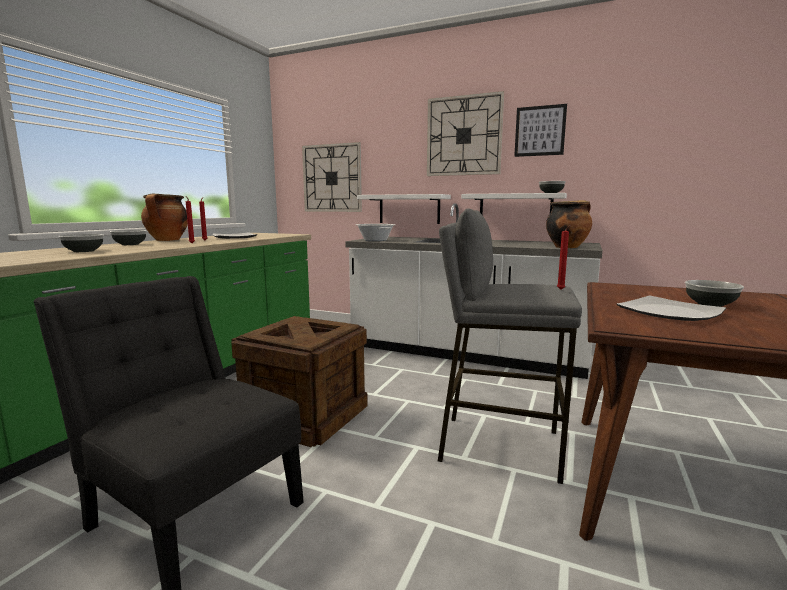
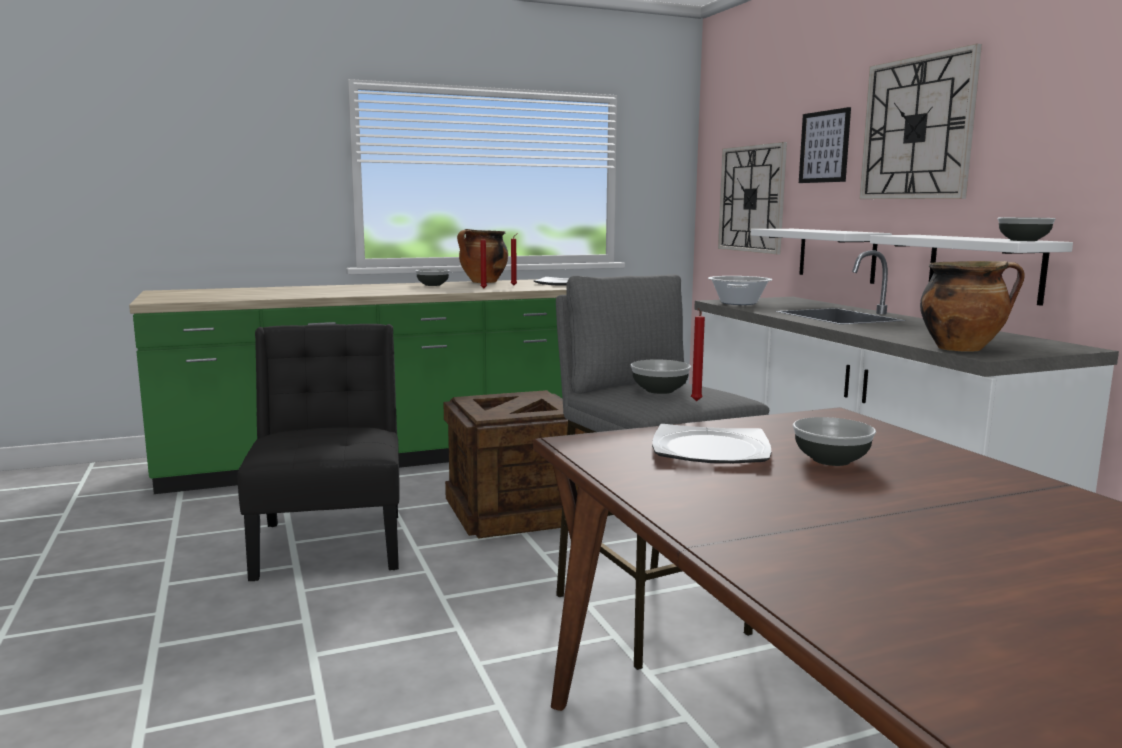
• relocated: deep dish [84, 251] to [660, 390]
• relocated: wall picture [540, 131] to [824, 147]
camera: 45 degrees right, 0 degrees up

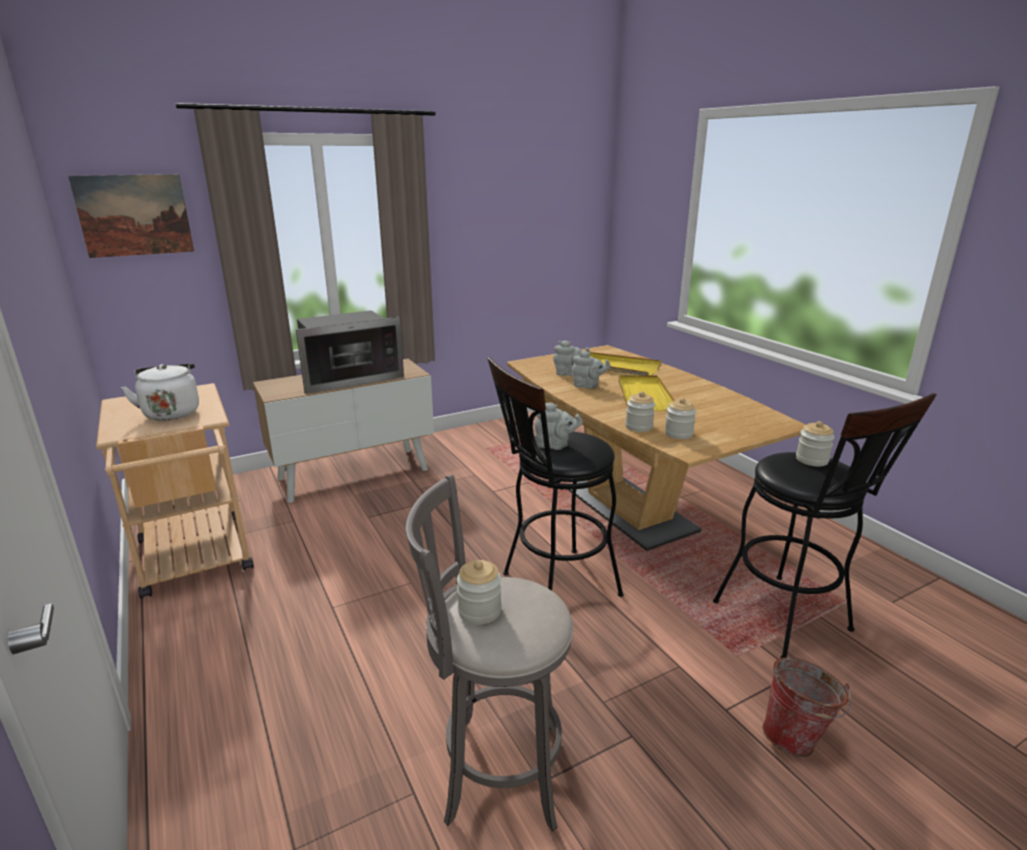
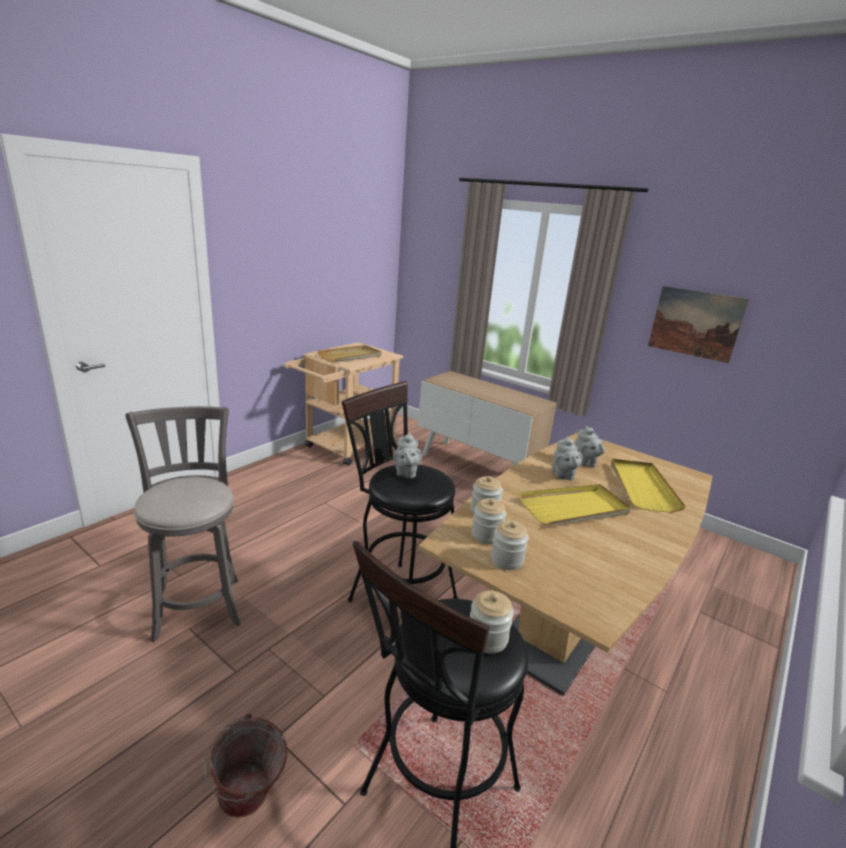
• missing: kitchen microwave [349, 377]
• relocated: wall picture [134, 215] to [695, 323]
• relocated: jar [479, 611] to [507, 560]
• exchanged: tea kettle (whitish) [171, 412] to tray (beige-coloured) [350, 356]
camera: 65 degrees right, 0 degrees up

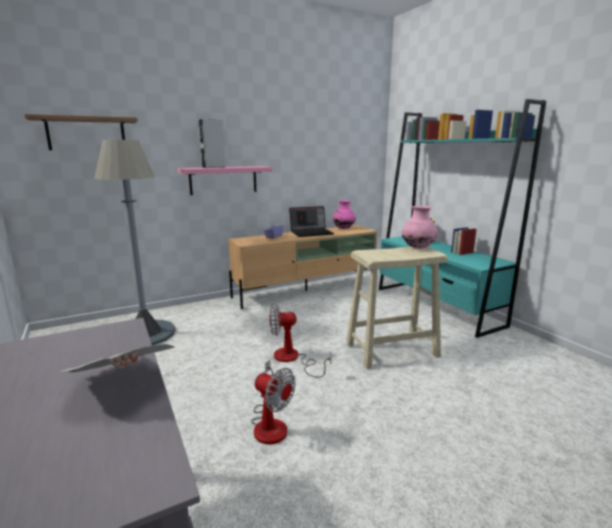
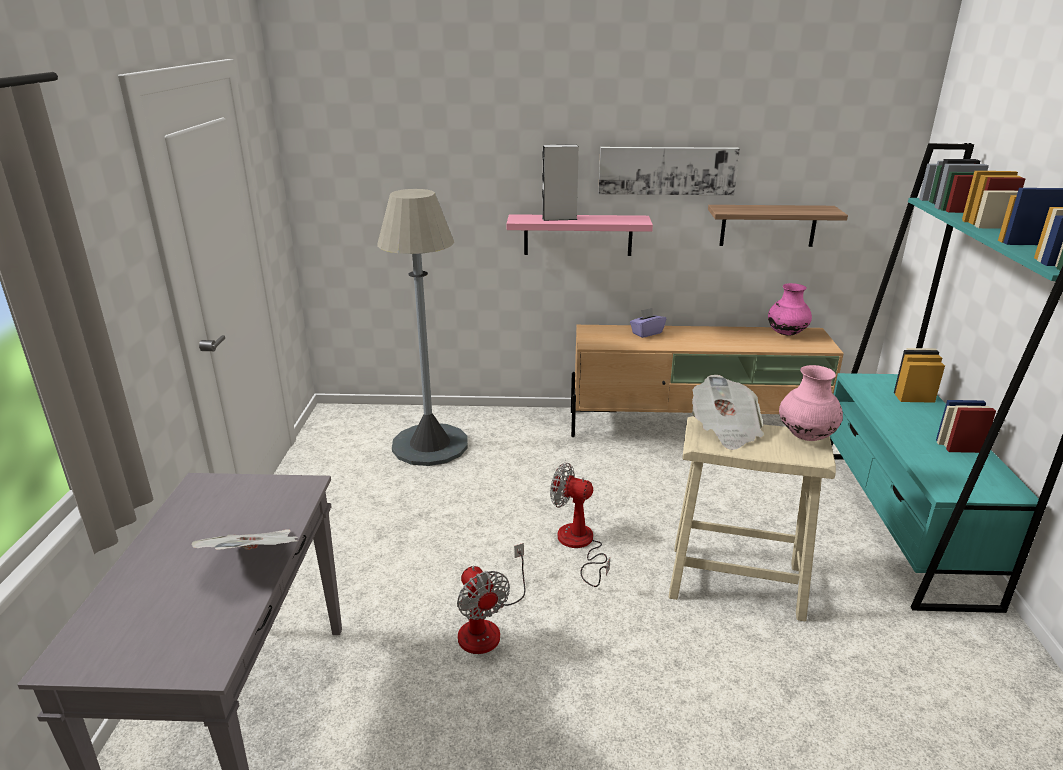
• missing: notebook computer [311, 233]
• appeared: wall picture [667, 170]
• appeared: newspaper [725, 430]
• relocated: shelf [86, 134] to [768, 225]
camera: 30 degrees right, 10 degrees up

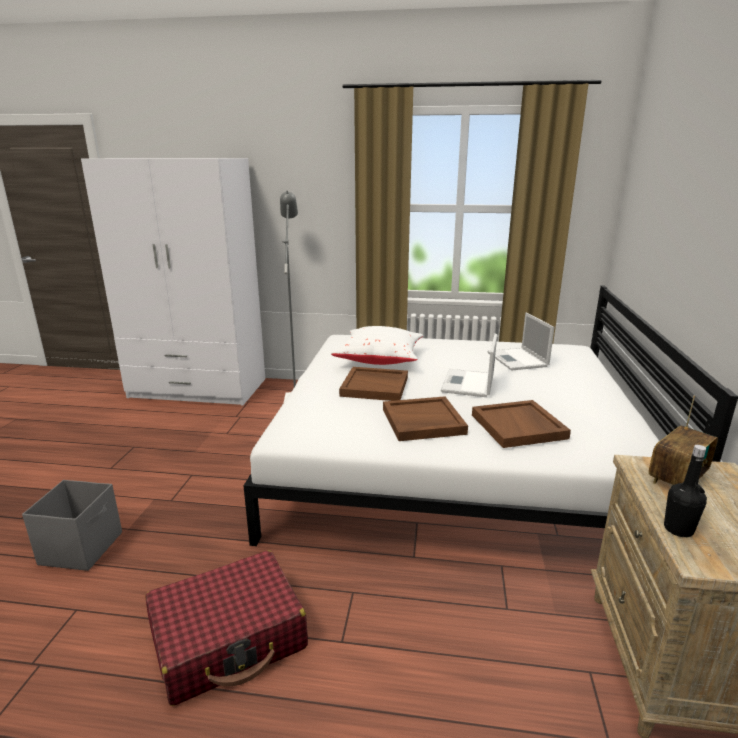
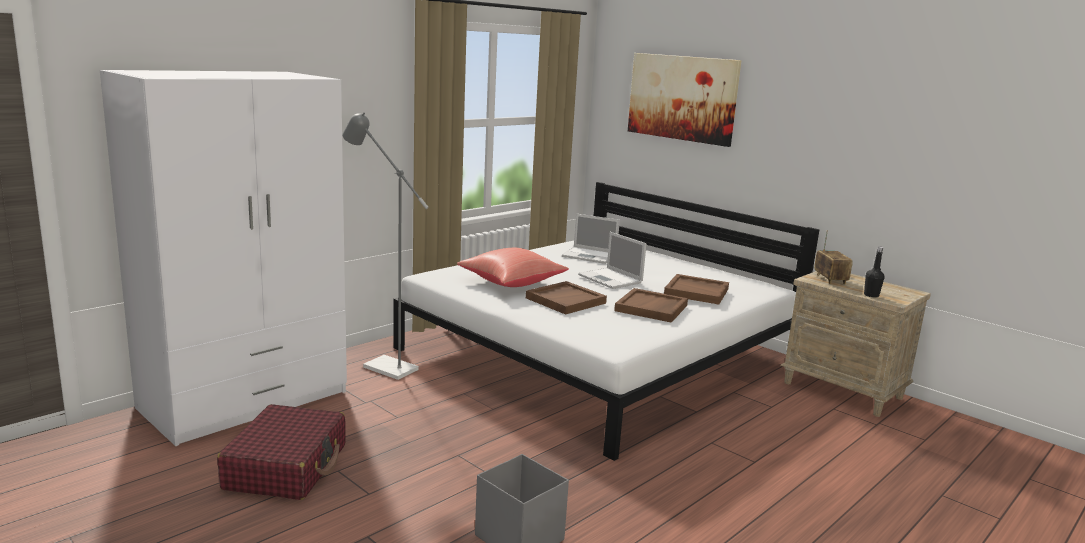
• appeared: wall picture [682, 98]
• relocated: suitcase (red) [229, 638] to [287, 467]
• colour: throw pillow (whitish) [380, 360] to throw pillow (red) [511, 283]
camera: 55 degrees left, 5 degrees down

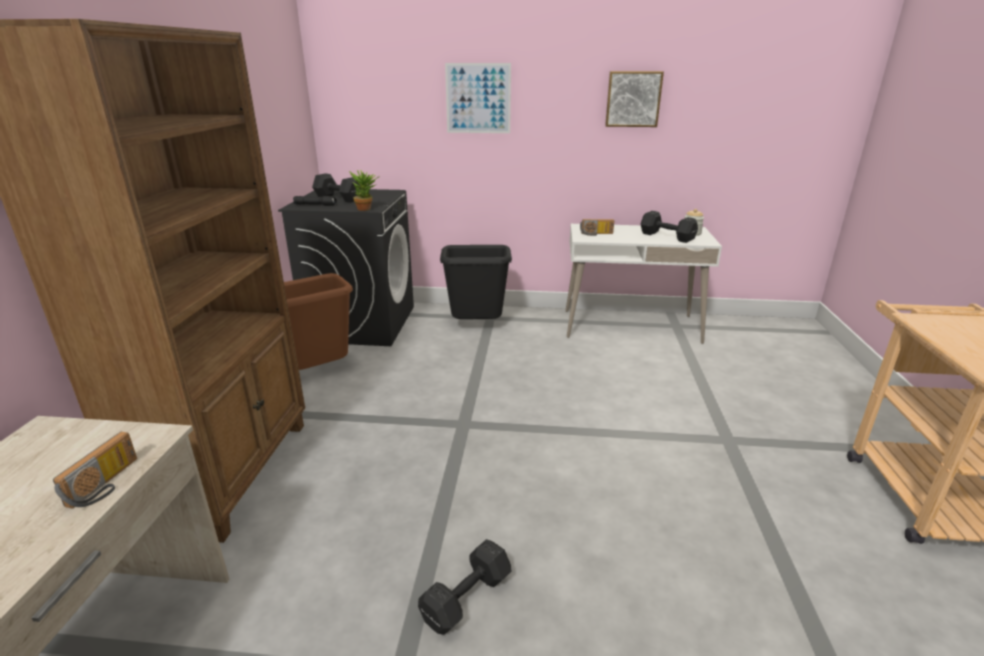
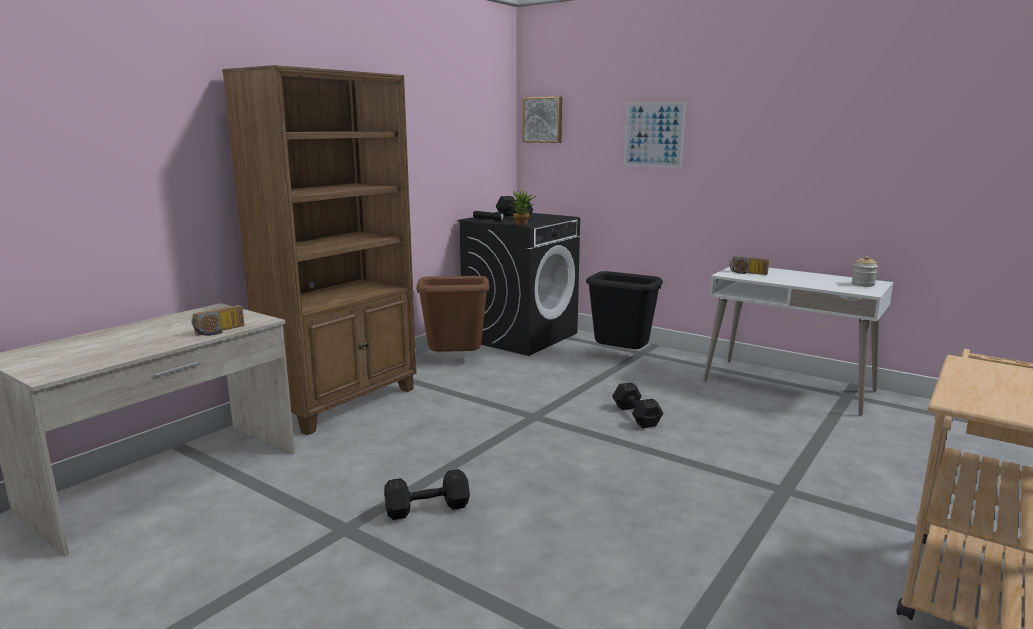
• relocated: wall picture [633, 99] to [543, 120]
• relocated: hand weight (black-coloured) [666, 236] to [636, 415]
camera: 30 degrees right, 10 degrees down

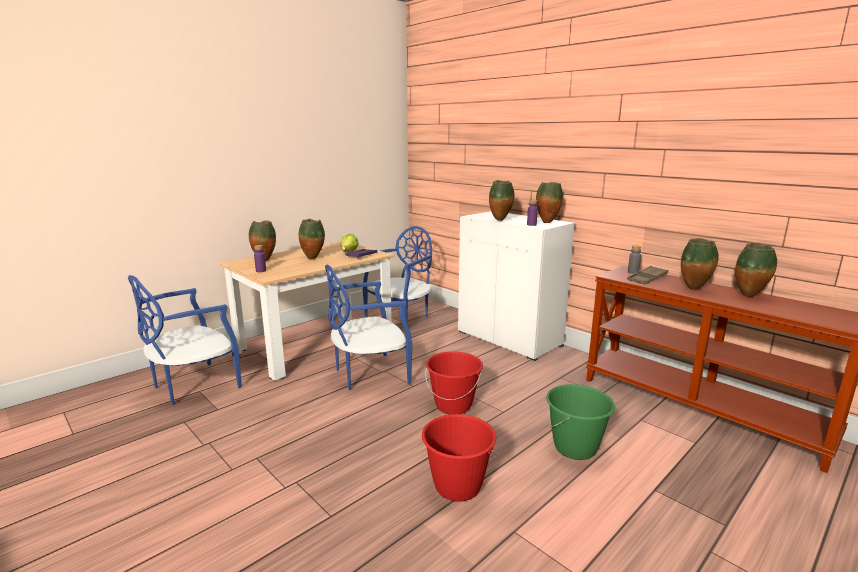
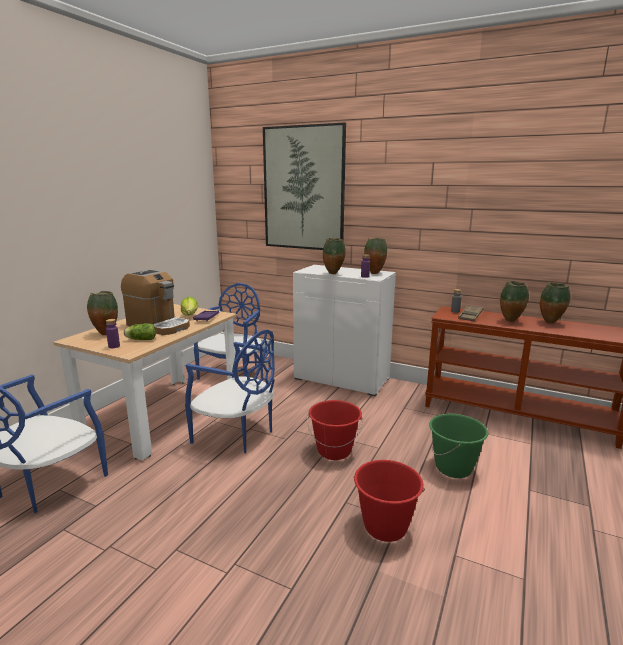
• appeared: lettuce [140, 339]
• appeared: wall picture [303, 189]
• exchanged: decorative vase [313, 258] to coffee machine [158, 326]
• spun: plain chair (blue) [369, 374] = [237, 434] 105 degrees counterclockwise
camera: 20 degrees left, 0 degrees up

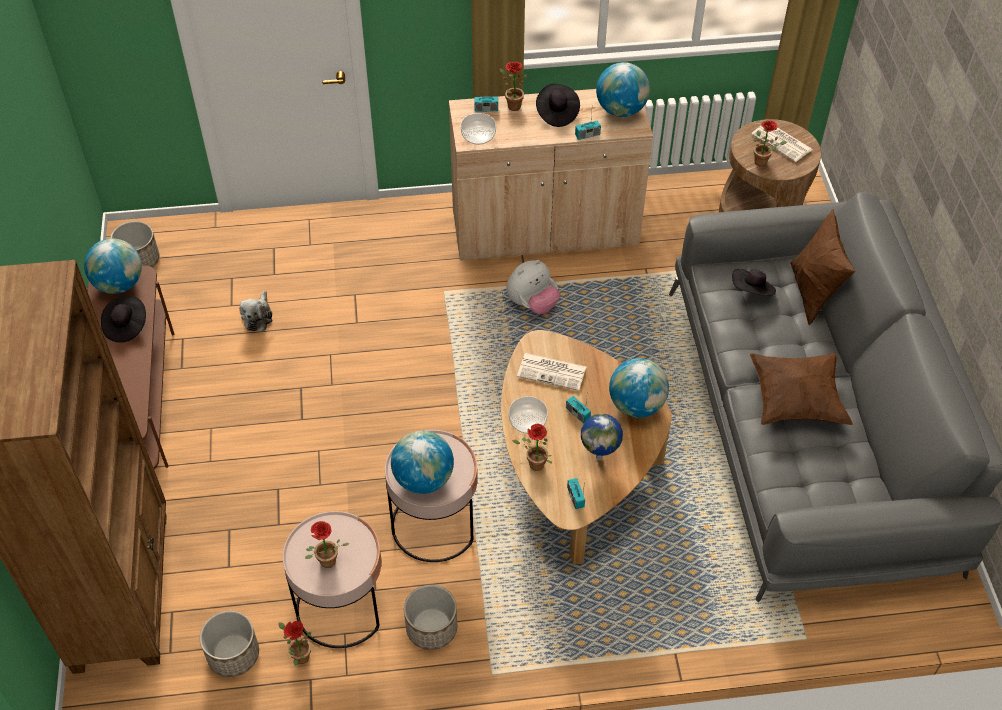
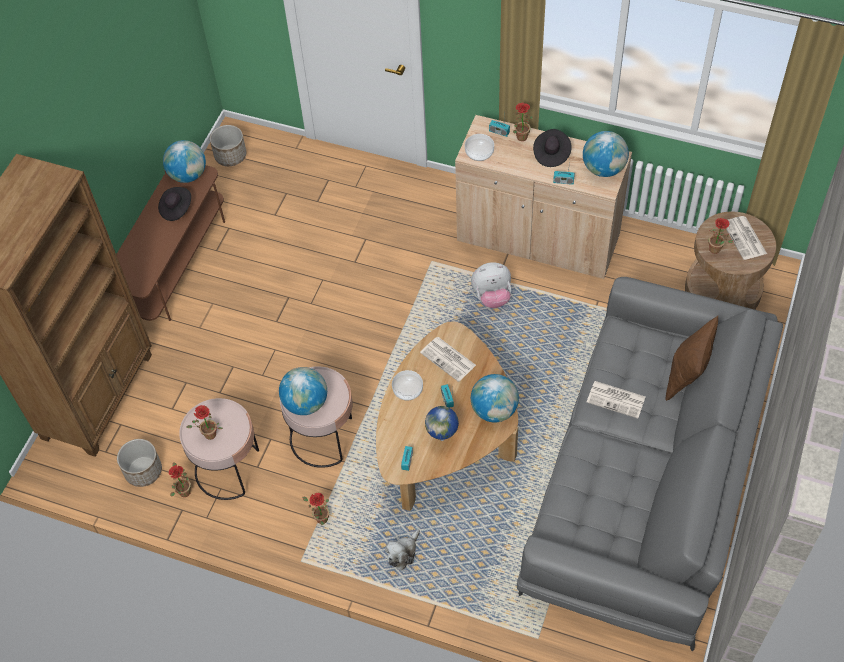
• missing: planter [431, 628]
• missing: hat (black-coloured) [752, 291]
• missing: throw pillow (brownish) [796, 401]
• appeared: newspaper [617, 399]
• relocated: plush toy [258, 317] to [403, 553]
• relocated: plant in a pot [533, 465] to [319, 519]
camera: 30 degrees right, 5 degrees up

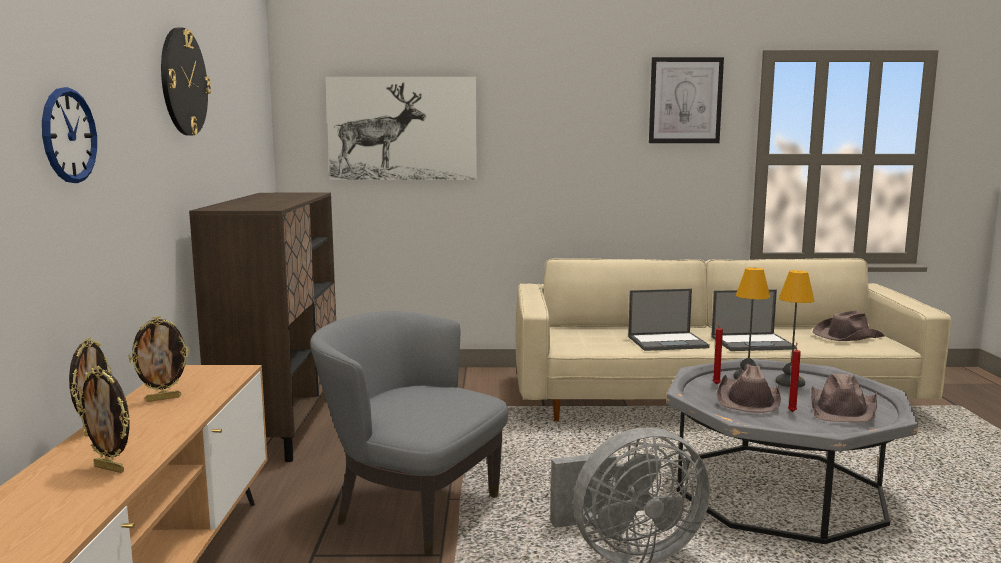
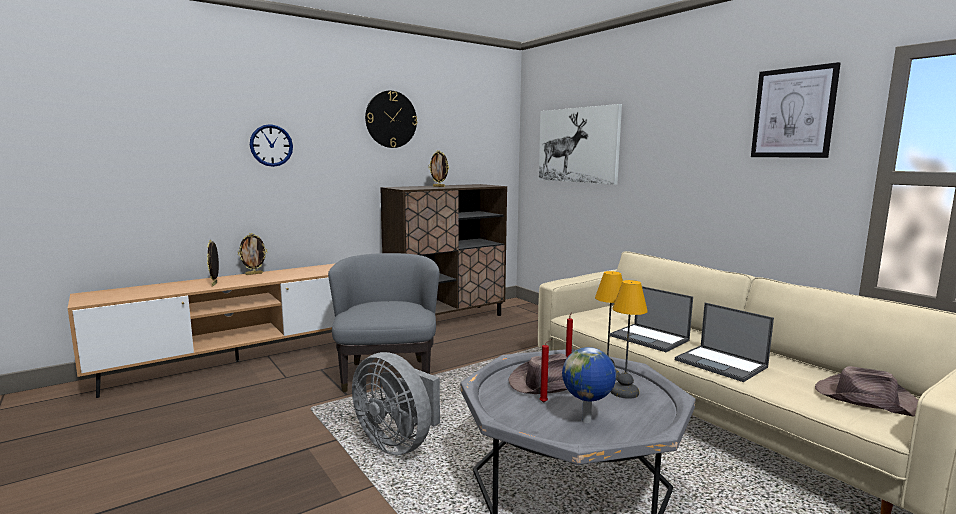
• relocated: picture frame [163, 398] to [439, 186]
• exchanged: hat (brownish) [843, 409] to world globe [587, 421]
camera: 55 degrees right, 0 degrees up

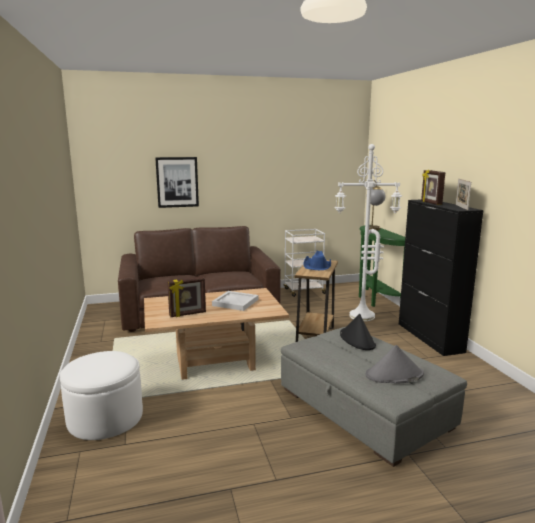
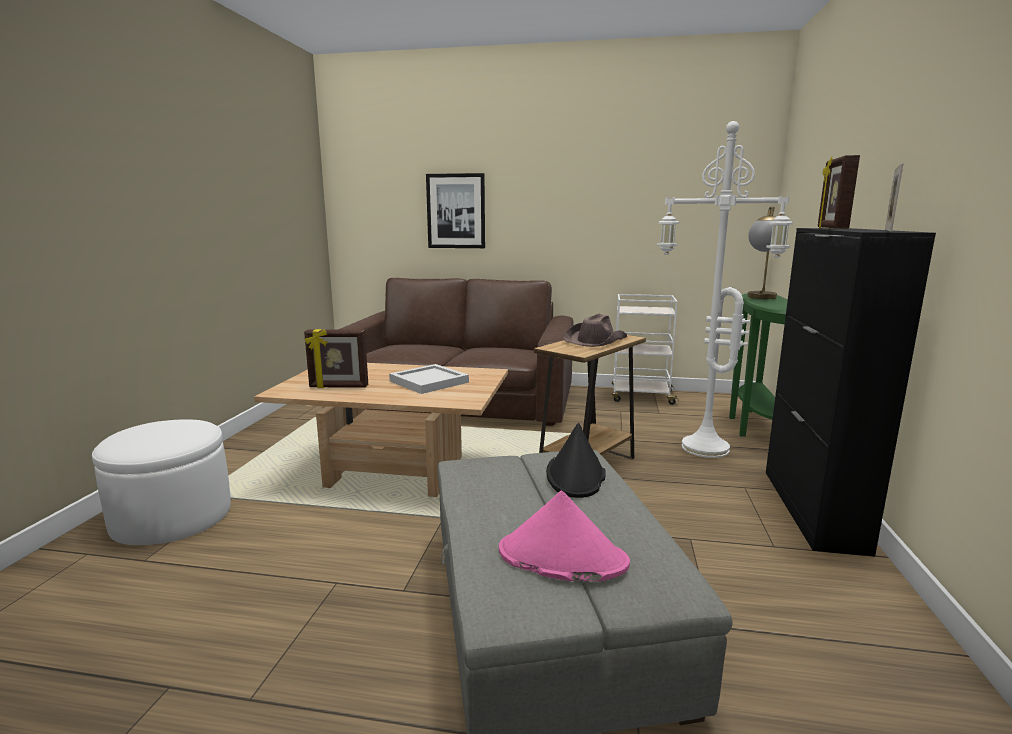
• colour: hat (blue) [317, 266] to hat (brownish) [595, 340]
• colour: hat (gray) [394, 375] to hat (pink) [561, 557]
camera: 25 degrees right, 0 degrees up

